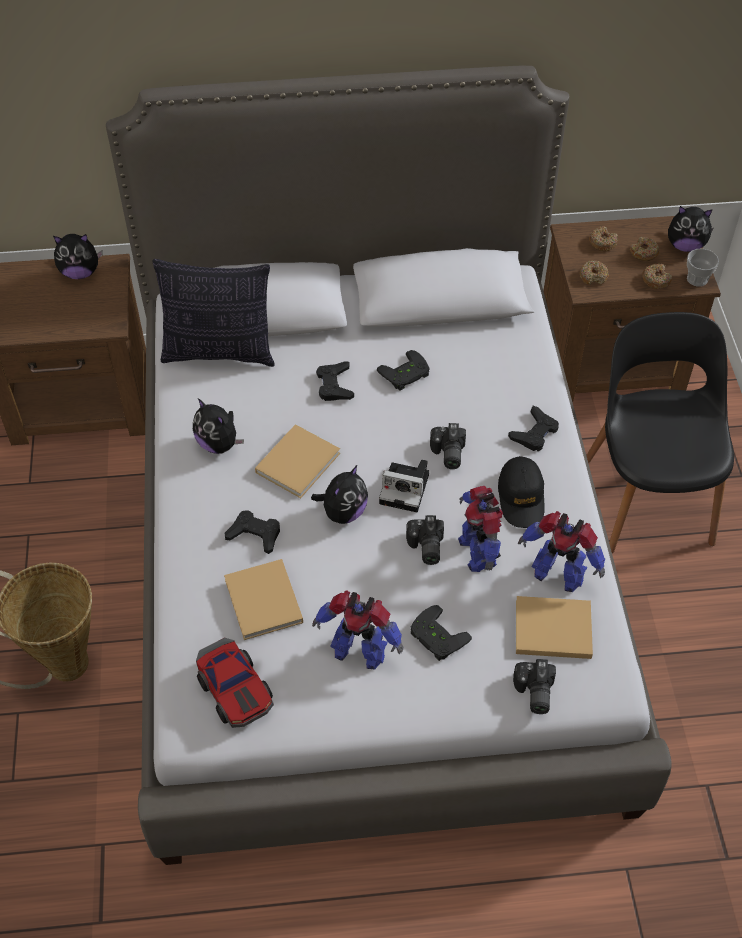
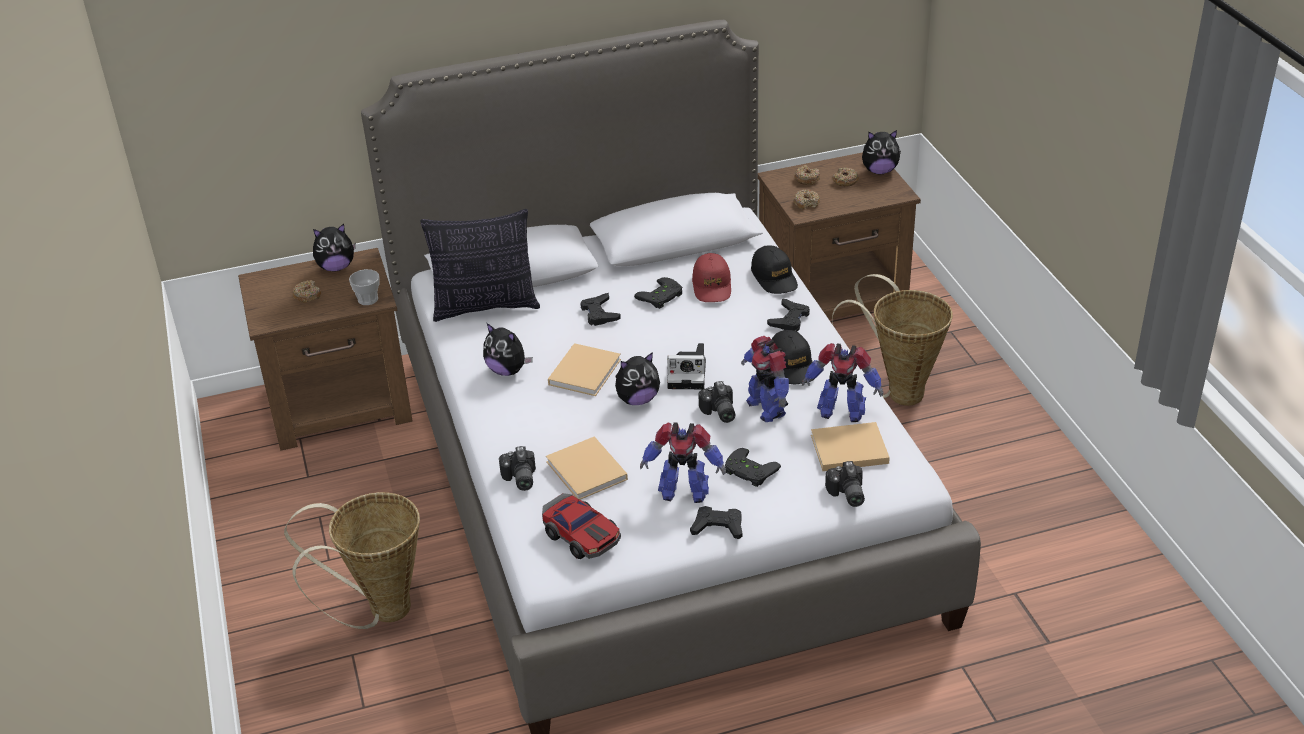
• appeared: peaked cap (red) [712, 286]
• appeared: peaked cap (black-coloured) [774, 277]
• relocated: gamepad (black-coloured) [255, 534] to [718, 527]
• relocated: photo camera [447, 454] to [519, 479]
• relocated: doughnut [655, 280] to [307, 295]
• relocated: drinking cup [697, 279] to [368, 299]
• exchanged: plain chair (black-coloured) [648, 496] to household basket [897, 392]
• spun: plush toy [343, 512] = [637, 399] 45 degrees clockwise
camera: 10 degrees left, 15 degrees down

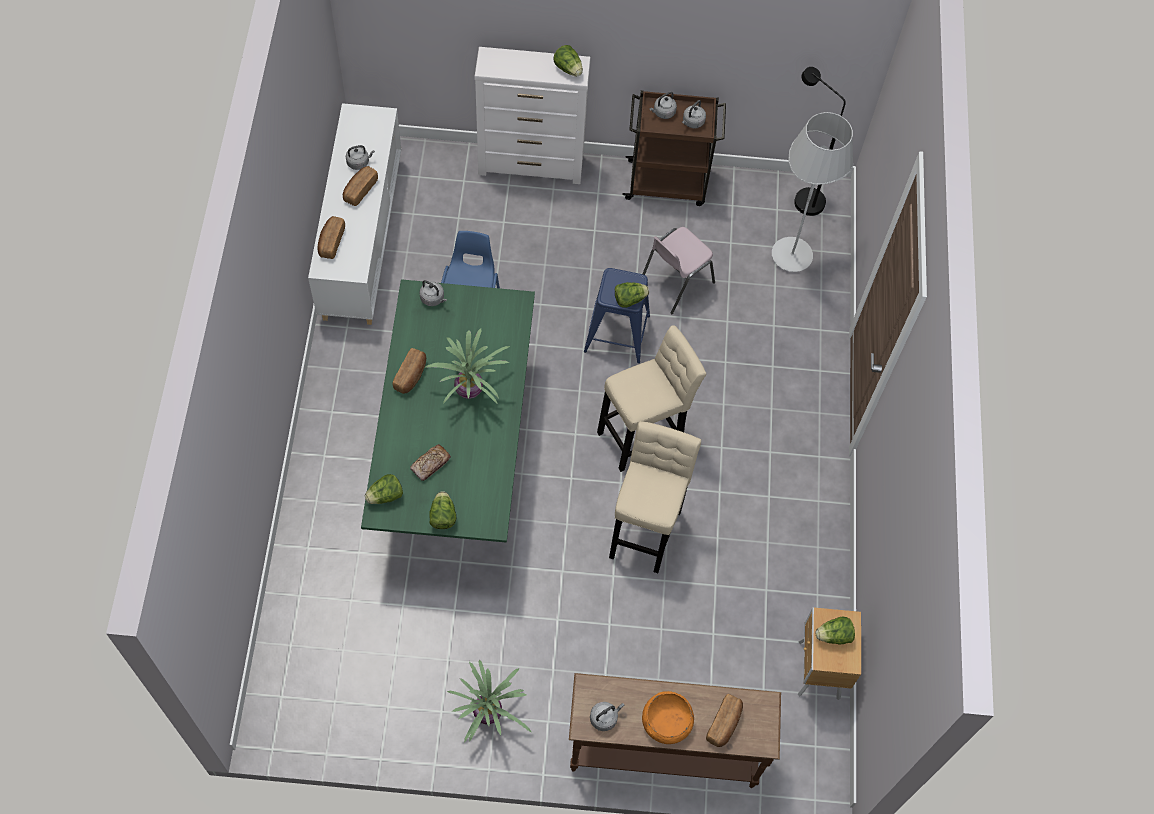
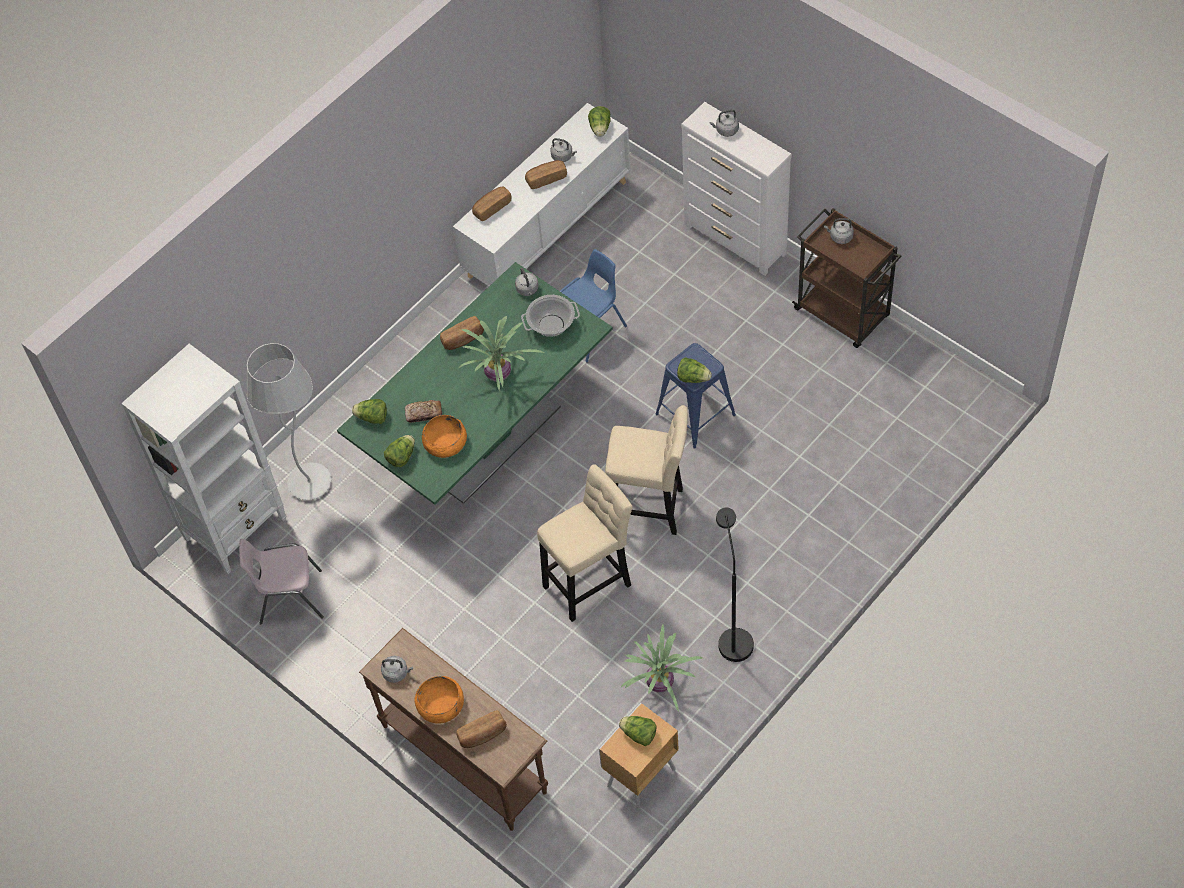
• appeared: bookshelf (whitish) [236, 528]
• appeared: deep dish (orange-coloured) [445, 442]
• appeared: saucepot [551, 325]
• relocated: plant in a pot [488, 714] to [660, 684]
• relocated: lettuce [568, 69] to [600, 128]
• relocated: plain chair (pink) [675, 283] to [290, 597]
• relocated: tea kettle (gray) [692, 122] to [725, 130]
• relocated: floor lamp (whitish) [791, 256] to [310, 483]
• relocated: floor lamp (black-coloured) [802, 198] to [732, 637]
camera: 45 degrees right, 5 degrees down

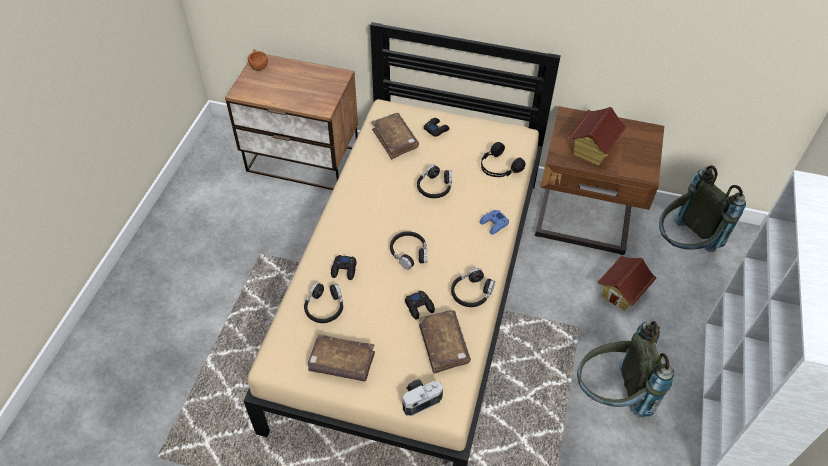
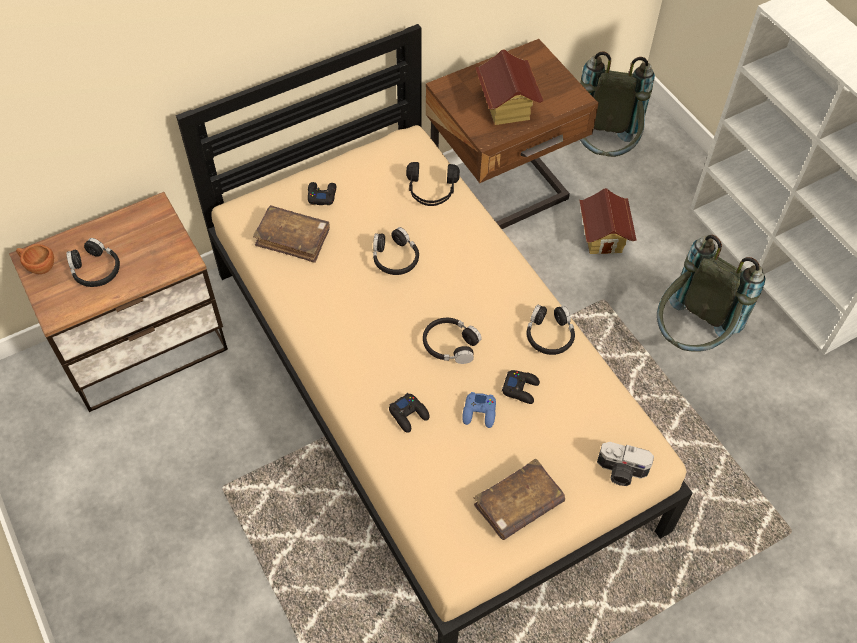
• missing: book (brownish) [443, 345]
• relocated: headphones (black-coloured) [324, 307] to [95, 270]
• relocated: gamepad (blue) [494, 224] to [479, 412]
• spun: photo camera [419, 398] = [621, 472] 90 degrees counterclockwise
camera: 45 degrees left, 5 degrees up

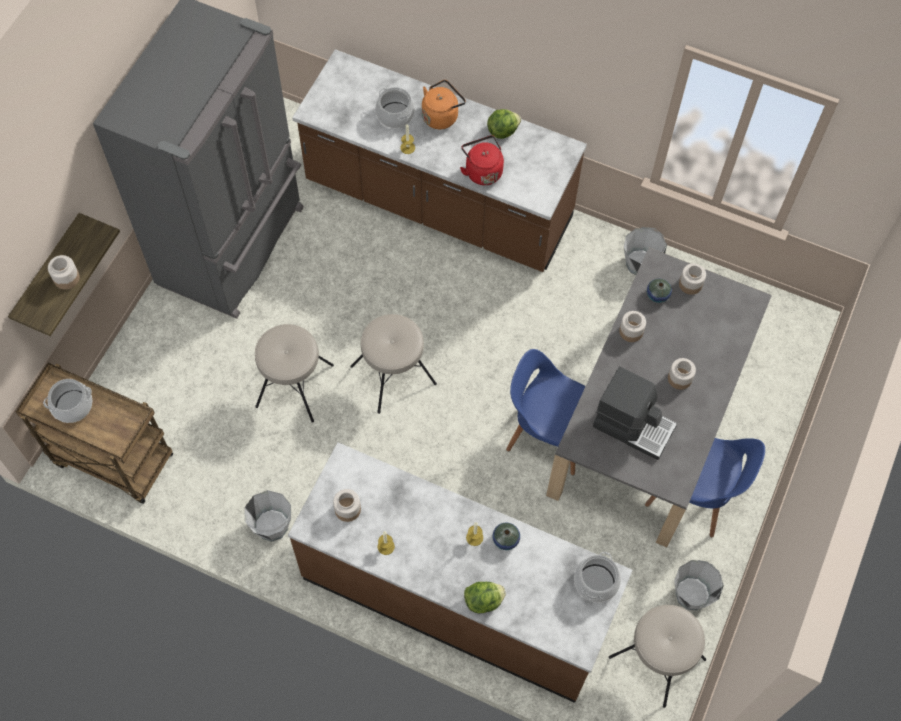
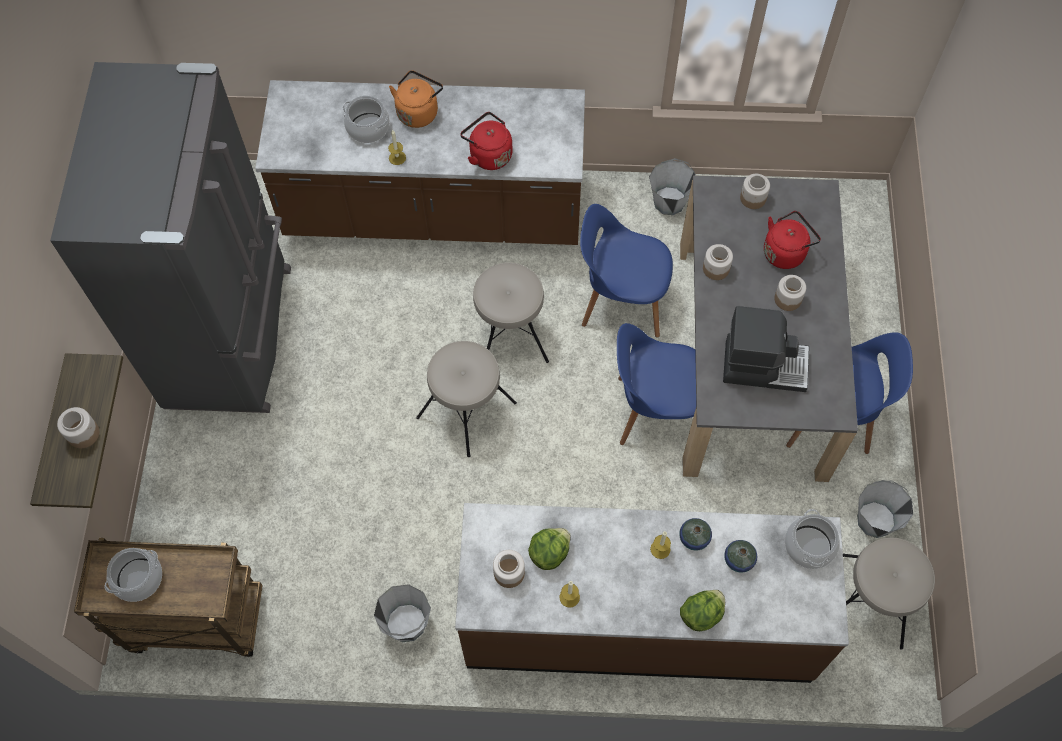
• appeared: plain chair (blue) [622, 300]
• appeared: tea kettle (red) [786, 251]
• relocated: stool seat (beige-coloured) [293, 385] to [510, 333]
• relocated: lettuce [502, 131] to [549, 553]
• relocated: decorative vase [657, 295] to [739, 560]
camera: 20 degrees left, 0 degrees up

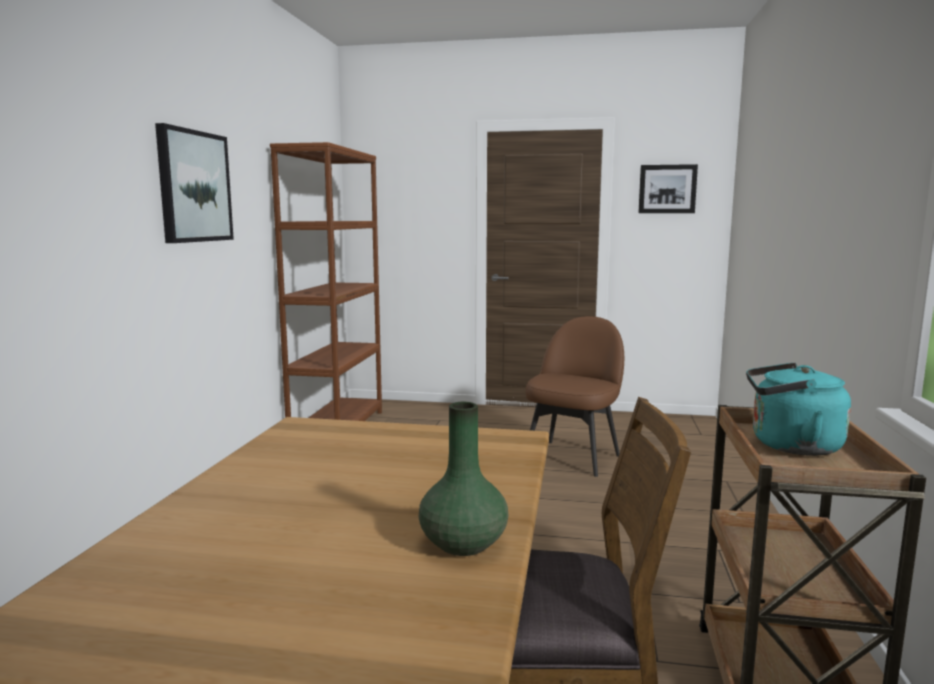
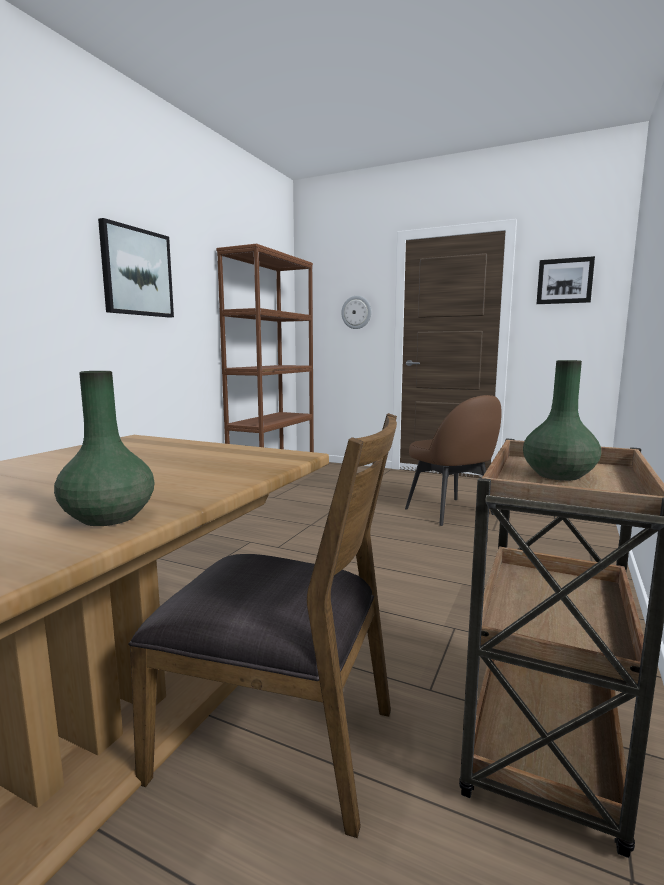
• appeared: clock on the wall [356, 312]
• exchanged: tea kettle (turquoise-coloured) [790, 446] to decorative vase (greenish) [557, 475]
• spun: plain chair (brownish) [573, 457] = [450, 512] 105 degrees clockwise
camera: 15 degrees right, 0 degrees up

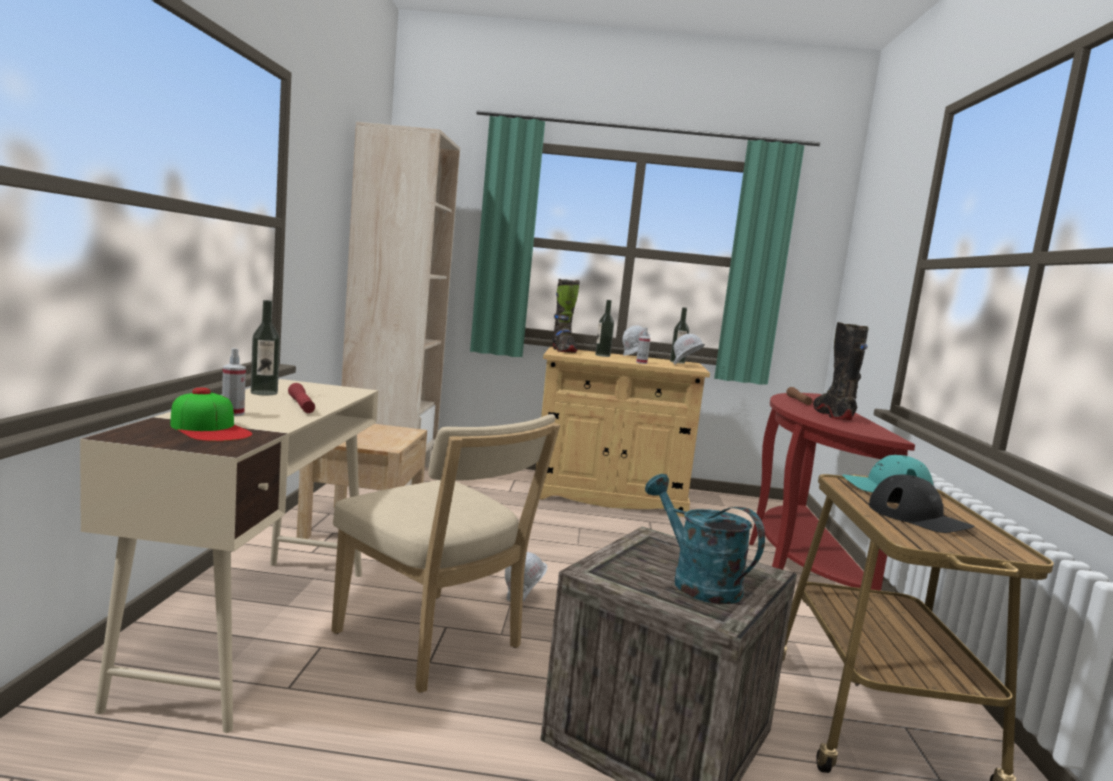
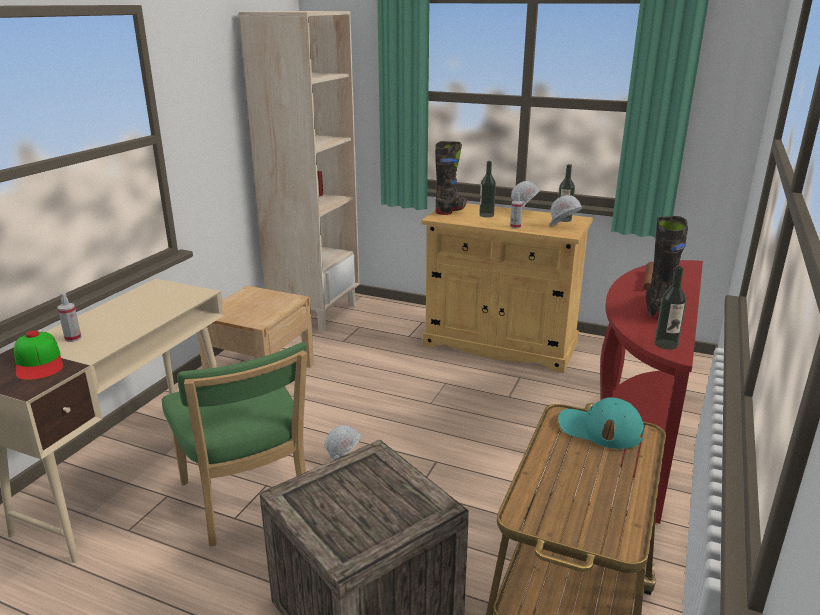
• missing: torch (red) [301, 406]
• missing: watering can (turquoise-coloured) [696, 582]
• missing: peaked cap (black-coloured) [918, 517]
• relocated: drink bottle [264, 393] to [666, 344]
• colour: plain chair (beige-coloured) [433, 644] to plain chair (greenish) [247, 501]
• spun: tall boot (black-coloured) [563, 351] = [451, 210] 150 degrees counterclockwise
camera: 20 degrees right, 15 degrees up

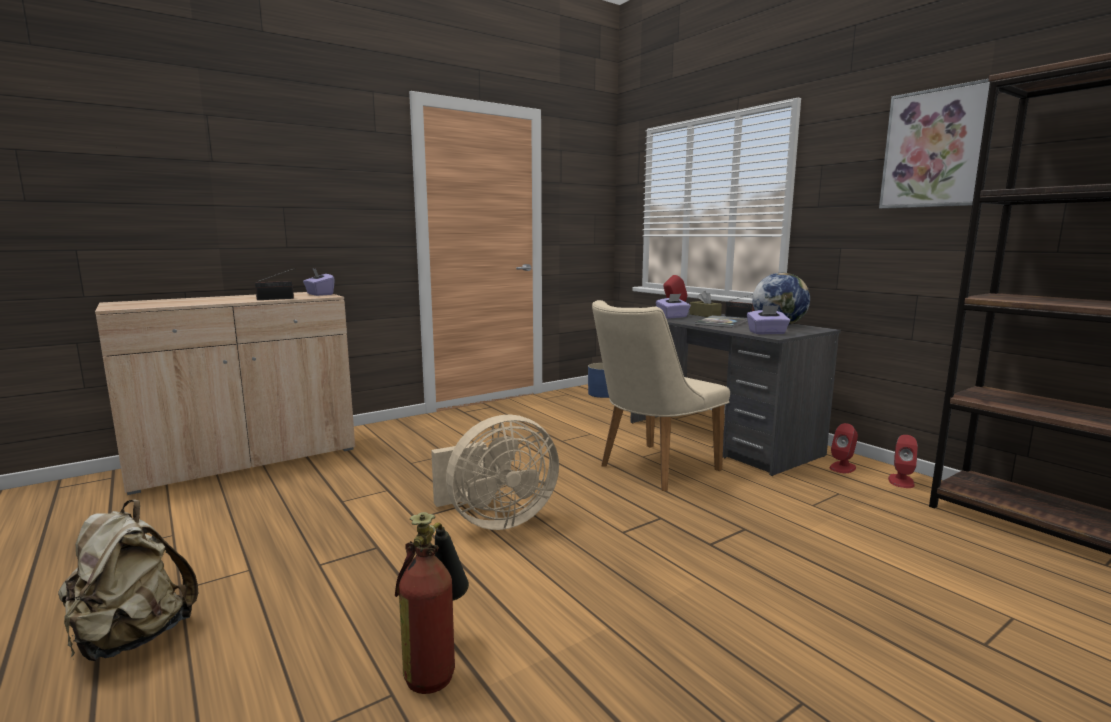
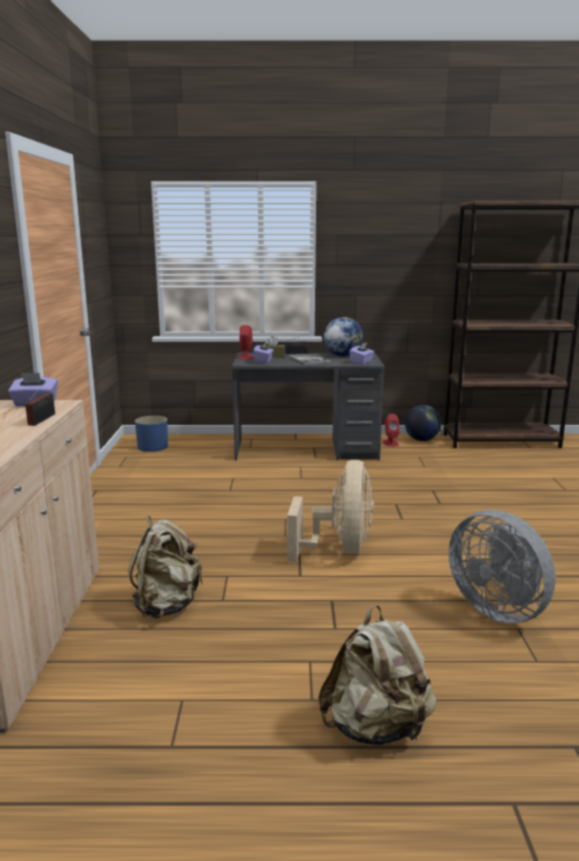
• missing: plain chair (beige-coloured) [650, 469]
• missing: wall picture [936, 148]
• appeared: knapsack (beige-coloured) [167, 605]
• exchanged: extinguisher [438, 664] to cooling fan (gray) [499, 609]
• exchanged: loudspeaker (red) [901, 481] to world globe [422, 440]
camera: 55 degrees left, 5 degrees up

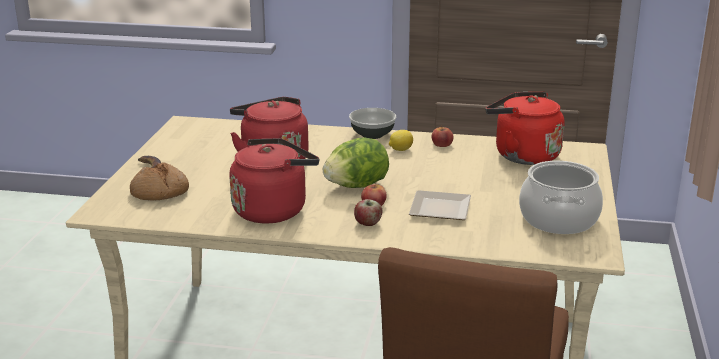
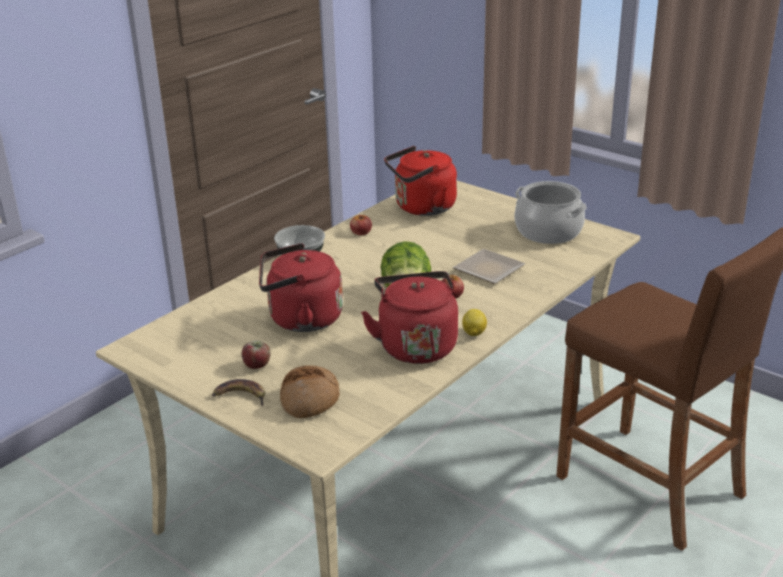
• relocated: whole apple [368, 224] to [257, 365]
• relocated: whole lemon [400, 150] to [473, 333]
camera: 60 degrees left, 5 degrees up

